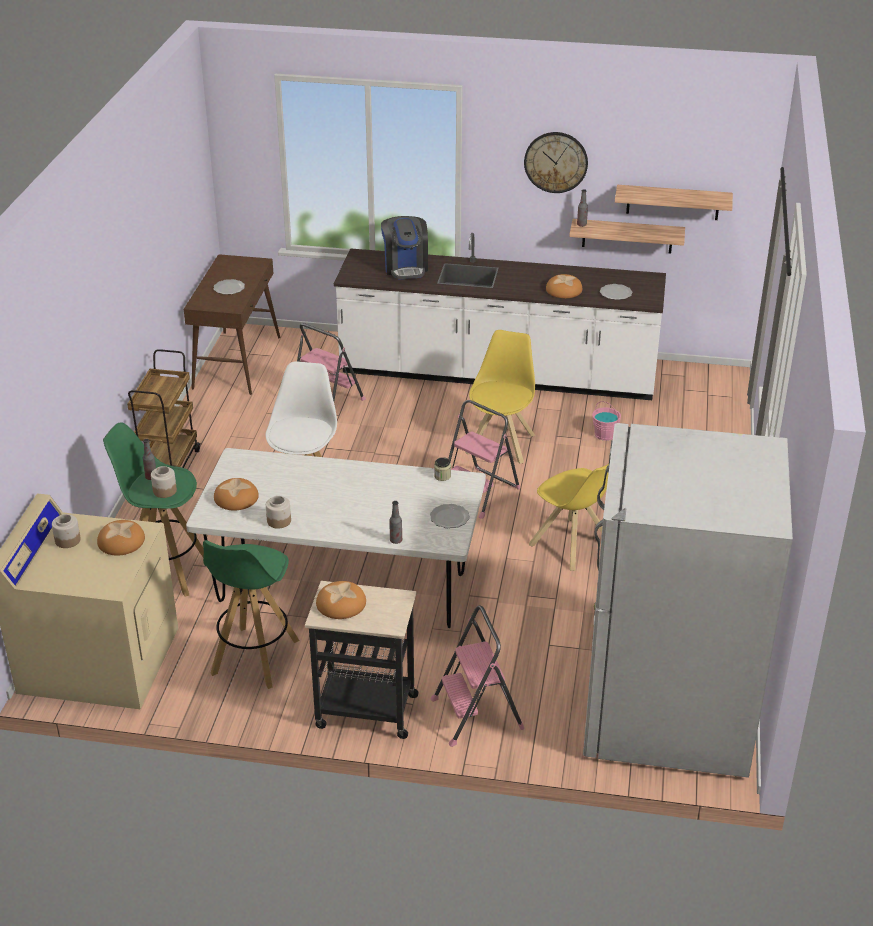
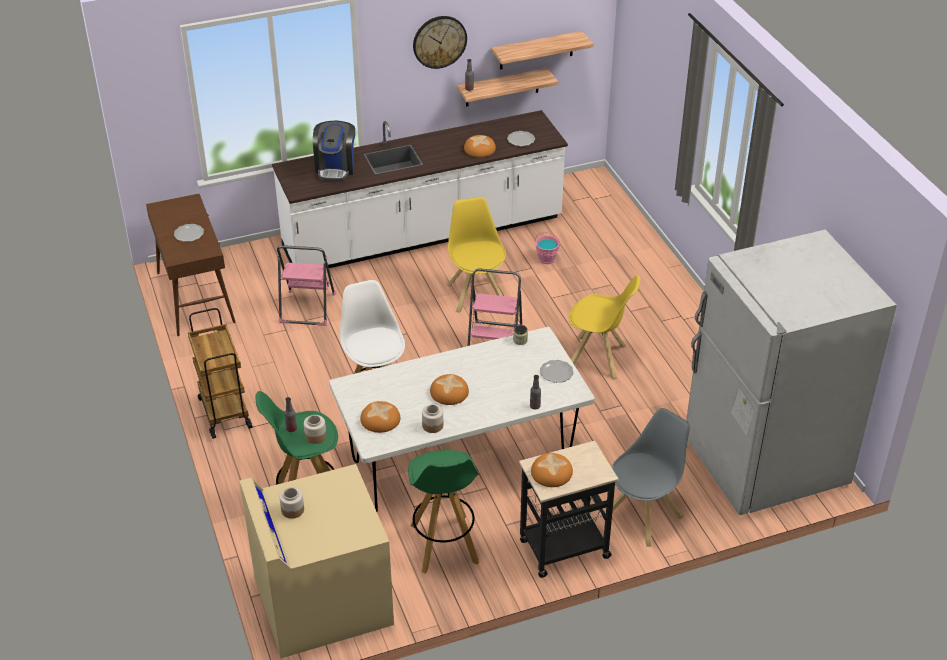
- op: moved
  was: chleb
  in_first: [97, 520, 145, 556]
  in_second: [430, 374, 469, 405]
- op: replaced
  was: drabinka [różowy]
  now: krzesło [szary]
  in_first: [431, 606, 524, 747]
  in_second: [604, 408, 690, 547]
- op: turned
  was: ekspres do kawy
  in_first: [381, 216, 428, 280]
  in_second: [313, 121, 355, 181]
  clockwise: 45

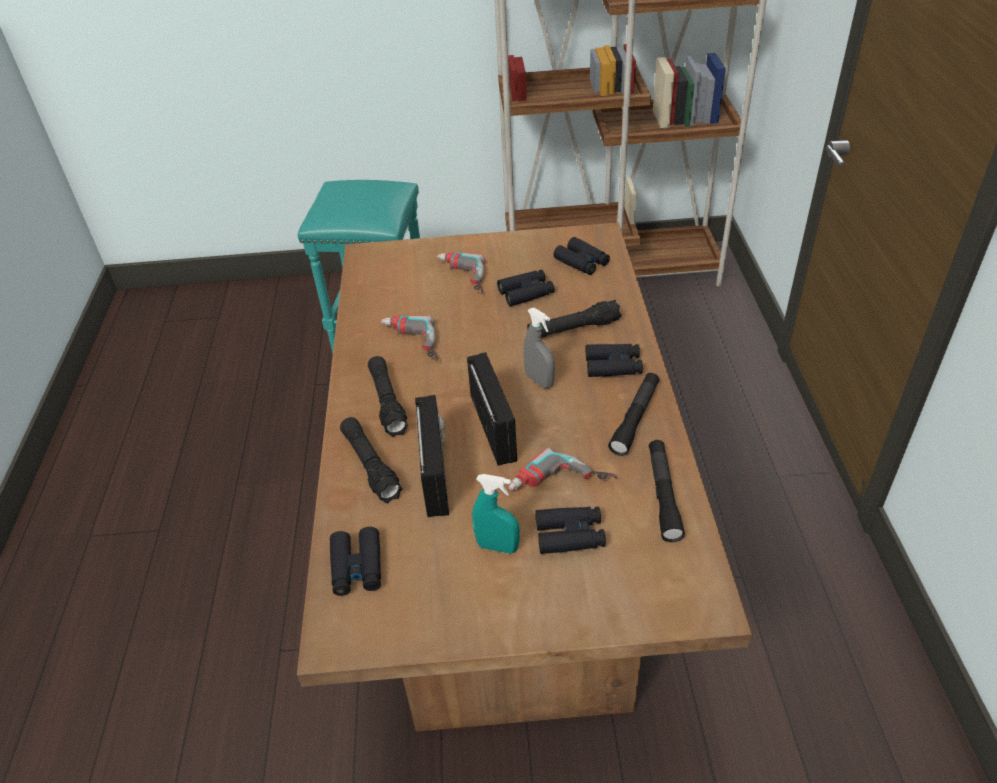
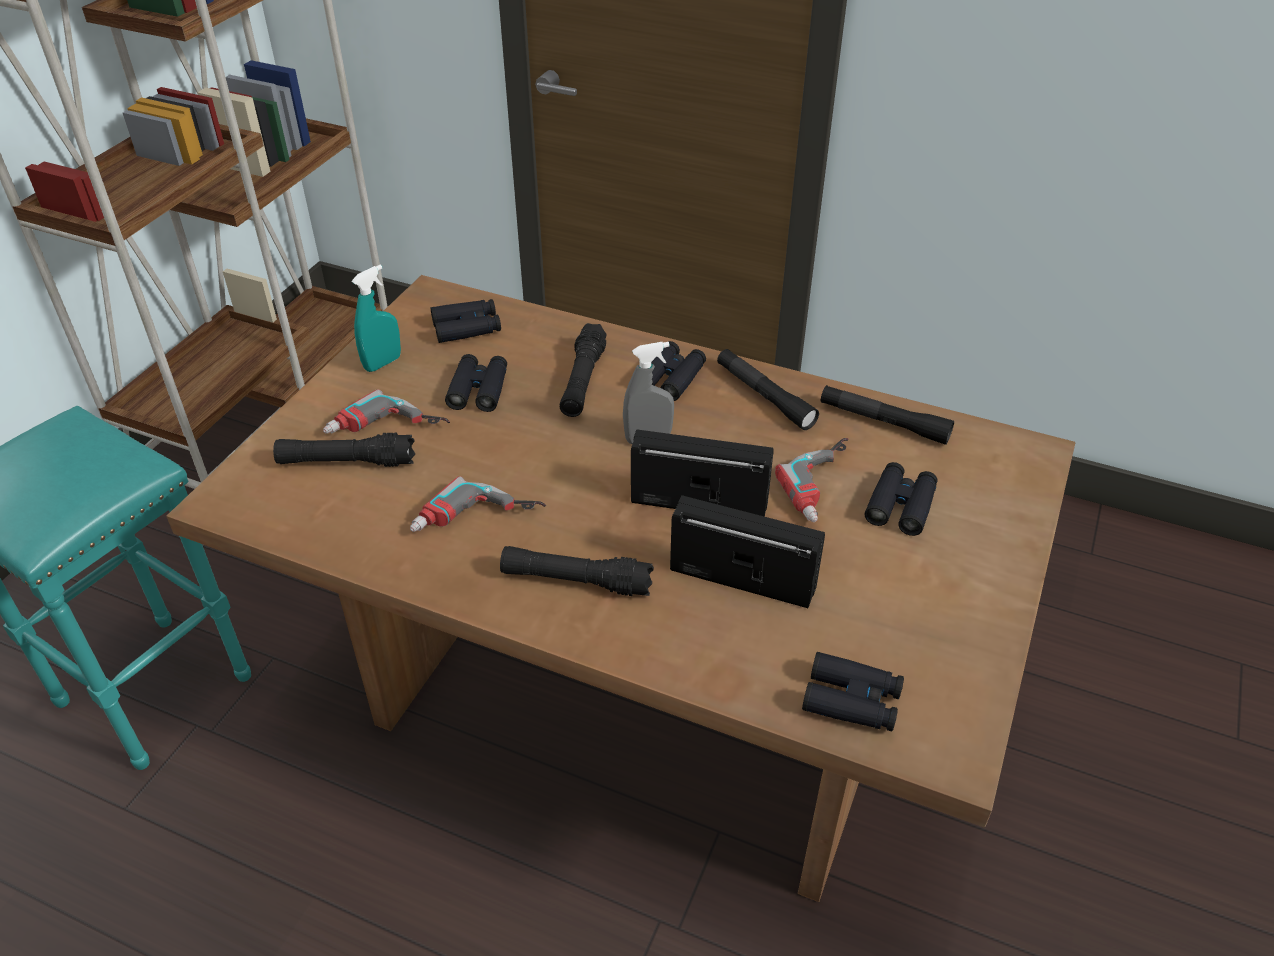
- op: moved
  was: latarka [czarny]
  in_first: [340, 417, 402, 503]
  in_second: [273, 433, 415, 467]
- op: moved
  was: spryskiwacz [turkusowy]
  in_first: [472, 474, 519, 554]
  in_second: [352, 265, 401, 372]

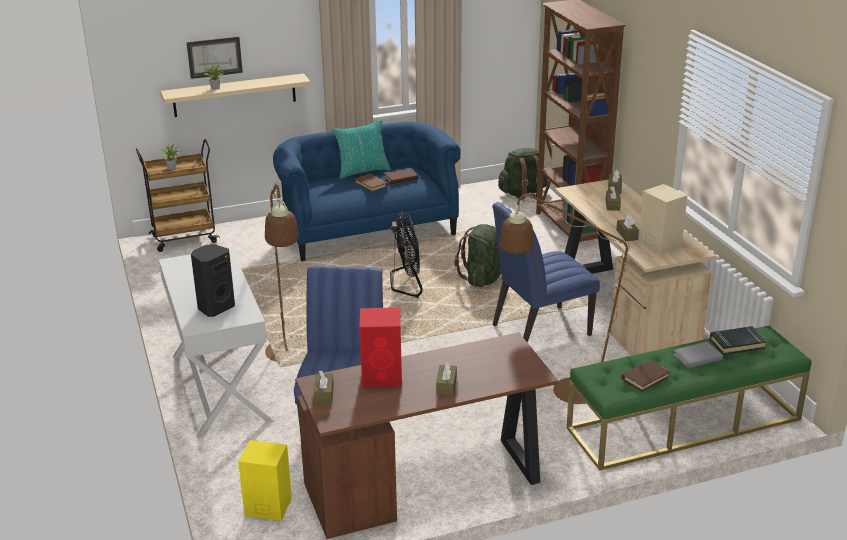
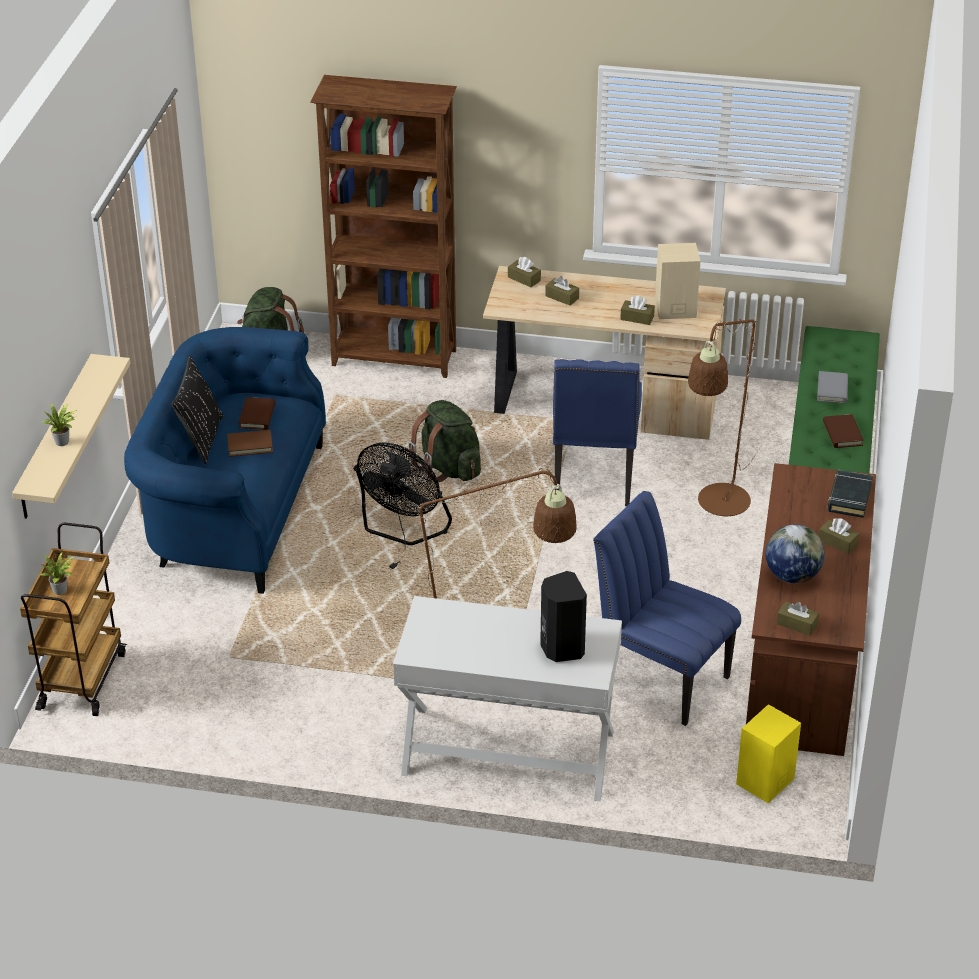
- op: removed
  was: obraz
  in_first: [187, 37, 243, 79]
- op: moved
  was: książka [czarny]
  in_first: [709, 326, 767, 355]
  in_second: [827, 470, 873, 518]
- op: replaced
  was: głośnik [czerwony]
  now: globus
  in_first: [359, 307, 402, 387]
  in_second: [766, 524, 825, 583]
- op: recoloured
  was: poduszka [turkusowy]
  now: poduszka [czarny]
  in_first: [332, 120, 391, 179]
  in_second: [171, 356, 223, 464]

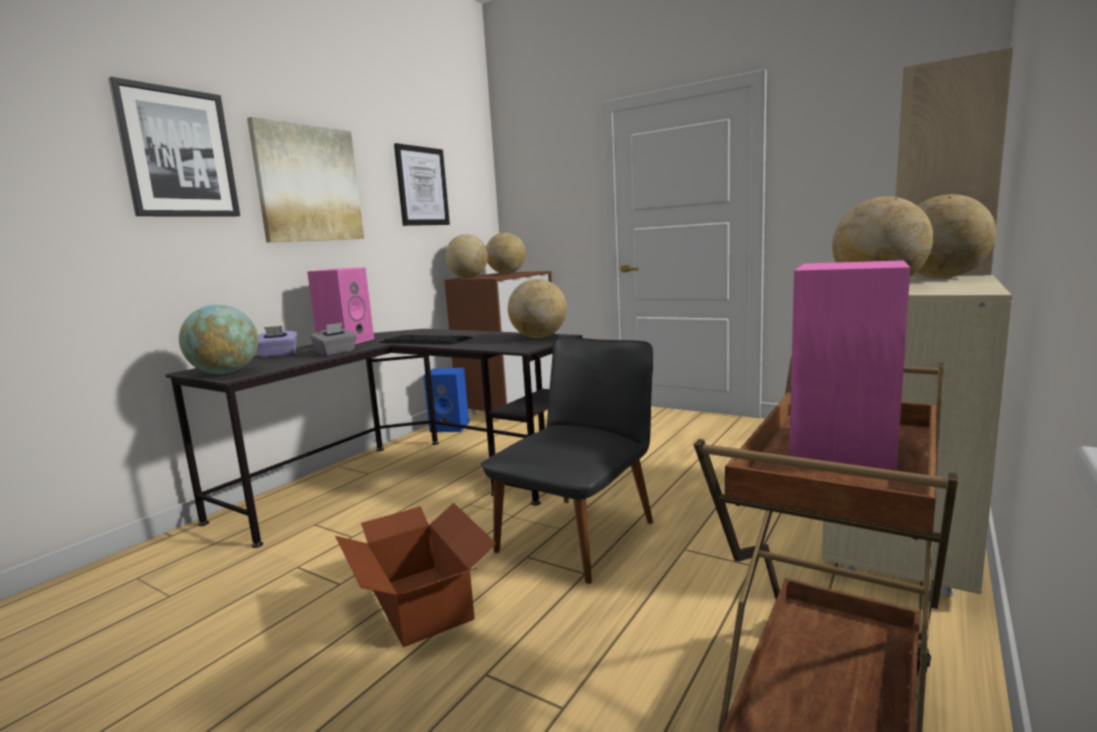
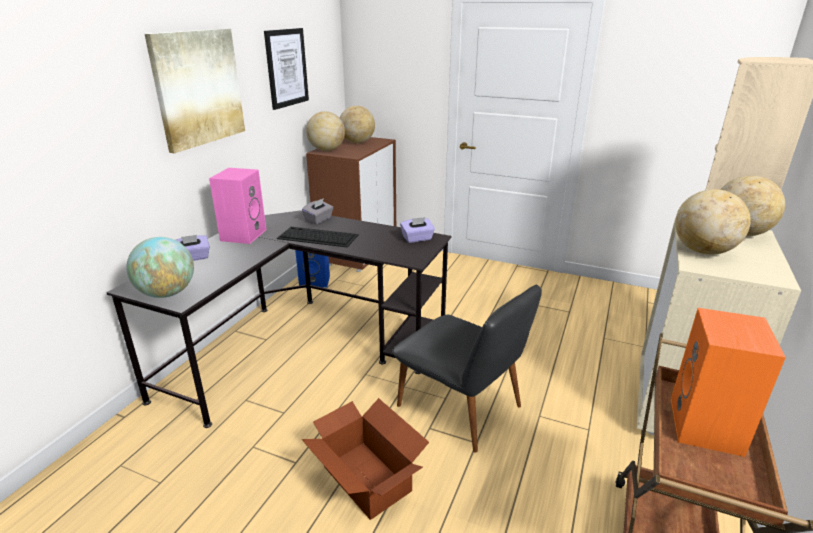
- op: removed
  was: obraz
  in_first: [108, 77, 240, 216]
- op: moved
  was: pudełko chusteczek [szary]
  in_first: [310, 322, 357, 356]
  in_second: [302, 198, 333, 224]
- op: replaced
  was: globus
  now: pudełko chusteczek [fioletowy]
  in_first: [508, 279, 567, 338]
  in_second: [400, 217, 435, 243]
- op: recoloured
  was: głośnik [różowy]
  now: głośnik [pomarańczowy]
  in_first: [789, 260, 910, 470]
  in_second: [671, 308, 786, 457]
- op: turned
  was: krzesło [czarny]
  in_first: [481, 337, 653, 584]
  in_second: [392, 284, 542, 453]
  clockwise: 105

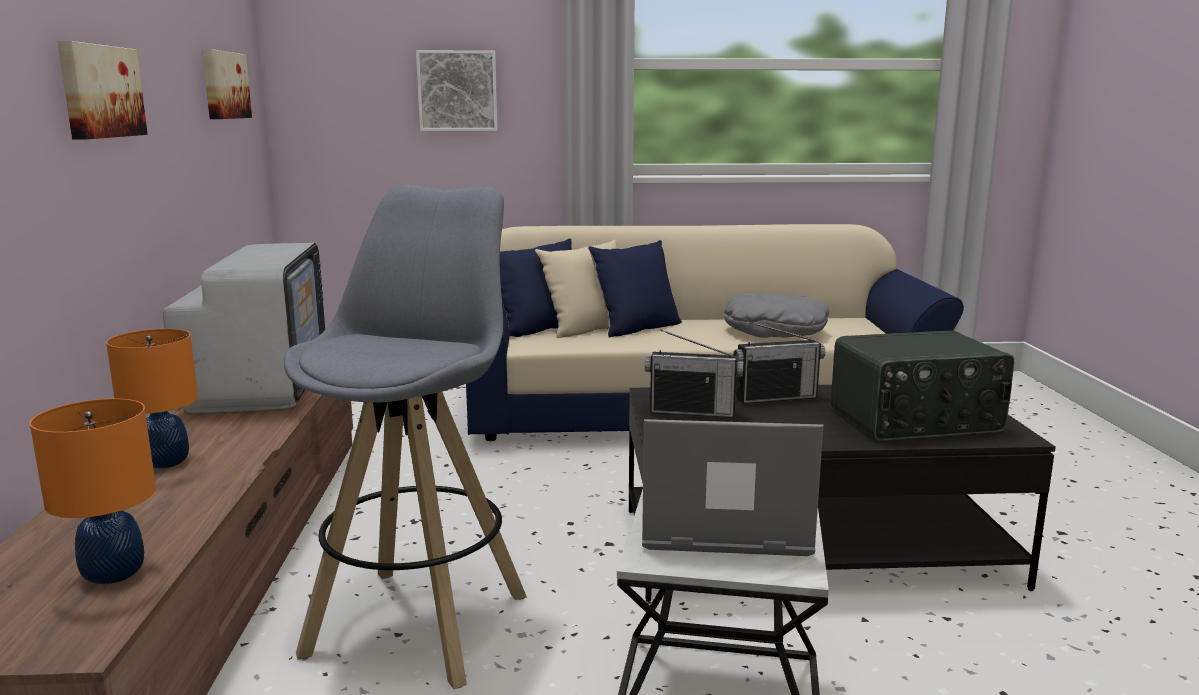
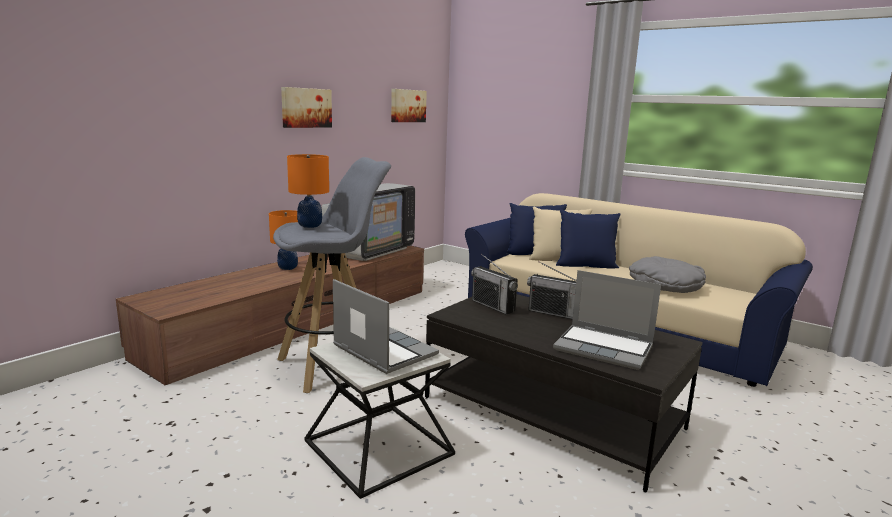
- op: removed
  was: obraz
  in_first: [416, 50, 498, 131]
- op: moved
  was: lampa stołowa [pomarańczowy]
  in_first: [30, 399, 156, 584]
  in_second: [287, 154, 329, 228]
- op: replaced
  was: radio
  now: laptop
  in_first: [831, 331, 1014, 441]
  in_second: [553, 270, 661, 370]

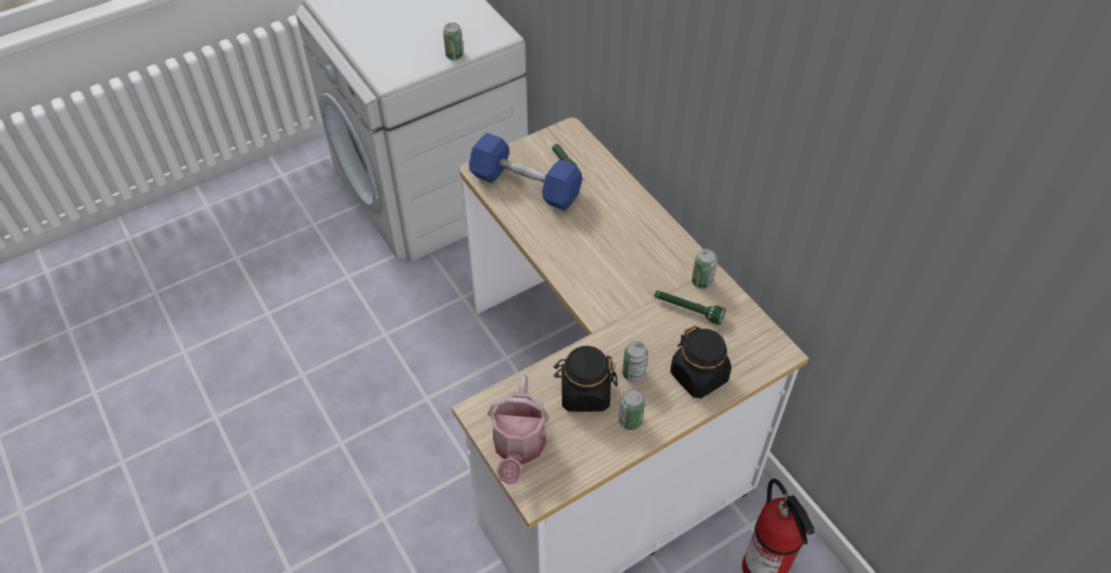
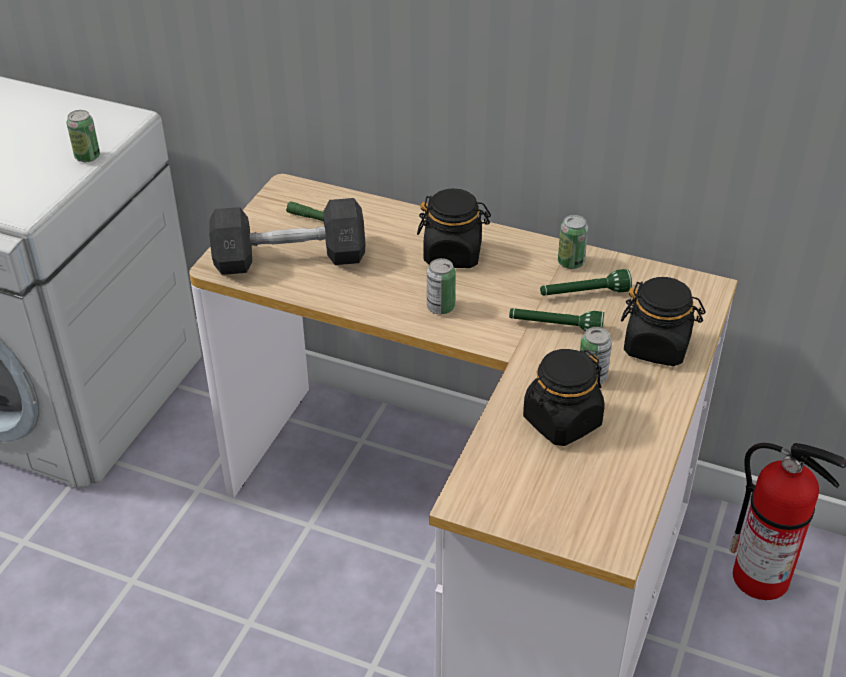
- op: removed
  was: konewka
  in_first: [487, 376, 549, 485]
- op: added
  now: słoik [czarny]
  in_second: [417, 188, 491, 268]
- op: added
  now: latarka [zielony]
  in_second: [509, 308, 604, 331]
- op: moved
  was: puszka
  in_first: [619, 389, 645, 430]
  in_second: [427, 258, 456, 314]
- op: recoloured
  was: hantel [niebieski]
  now: hantel [szary]
  in_first: [469, 133, 582, 211]
  in_second: [209, 198, 366, 275]

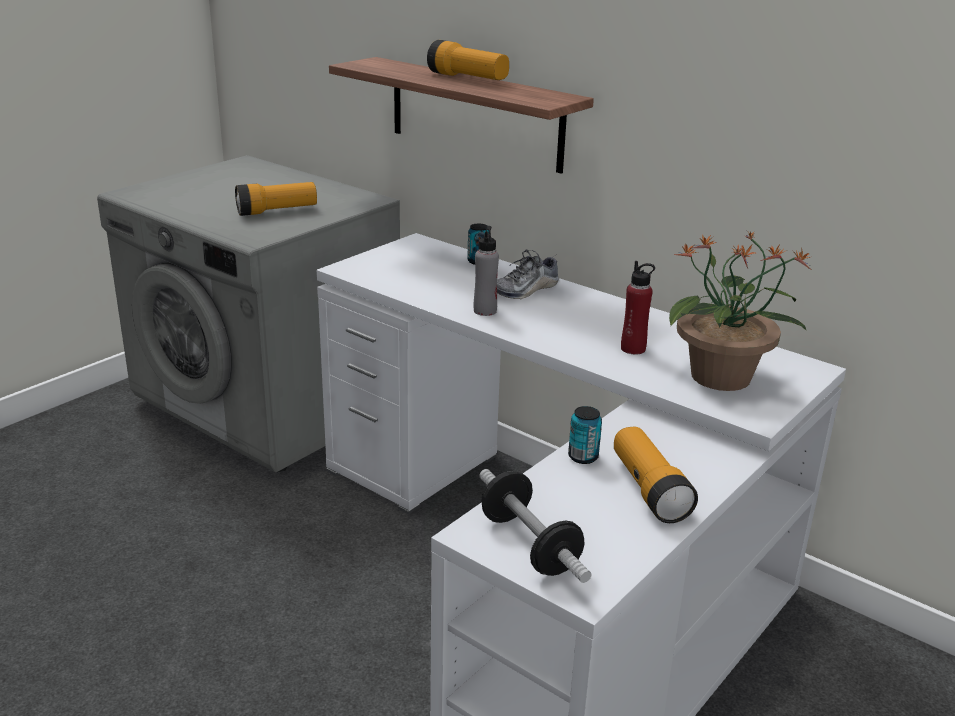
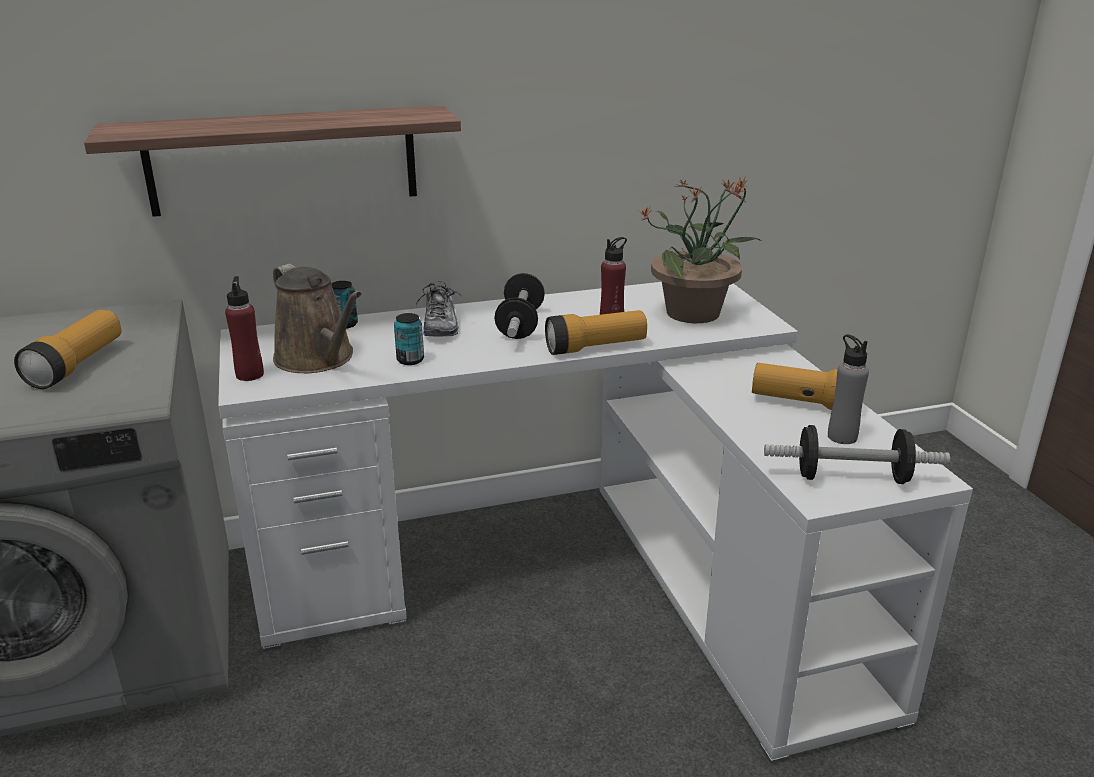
- op: added
  now: butelka [czerwony]
  in_second: [225, 276, 264, 381]
- op: added
  now: konewka [brązowy]
  in_second: [273, 264, 362, 373]
- op: added
  now: hantel
  in_second: [494, 273, 545, 339]
- op: moved
  was: latarka
  in_first: [427, 40, 509, 80]
  in_second: [545, 310, 647, 355]
- op: moved
  was: butelka [szary]
  in_first: [474, 226, 499, 316]
  in_second: [828, 334, 869, 444]
- op: moved
  was: puszka
  in_first: [568, 406, 602, 464]
  in_second: [394, 313, 424, 365]

